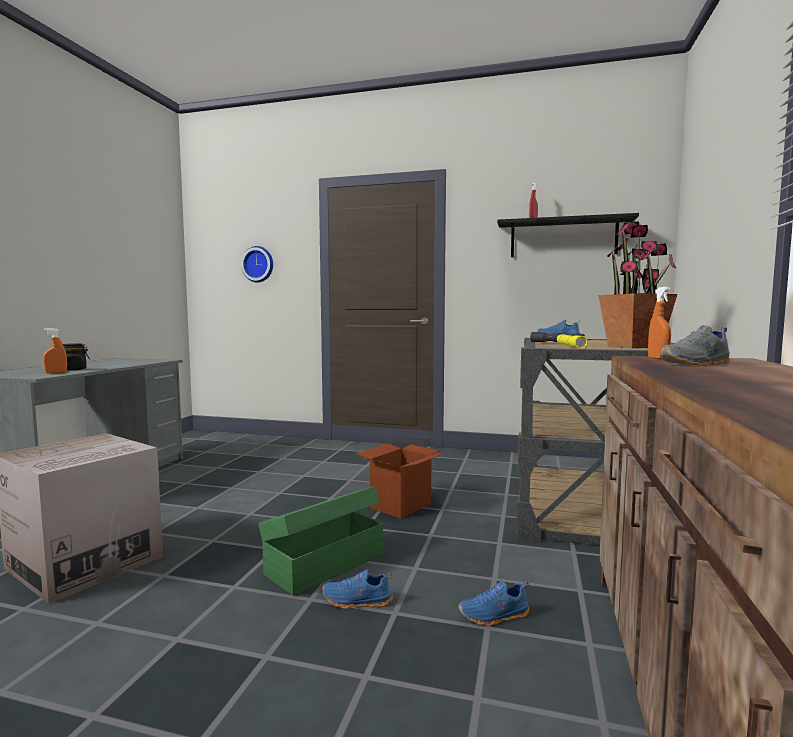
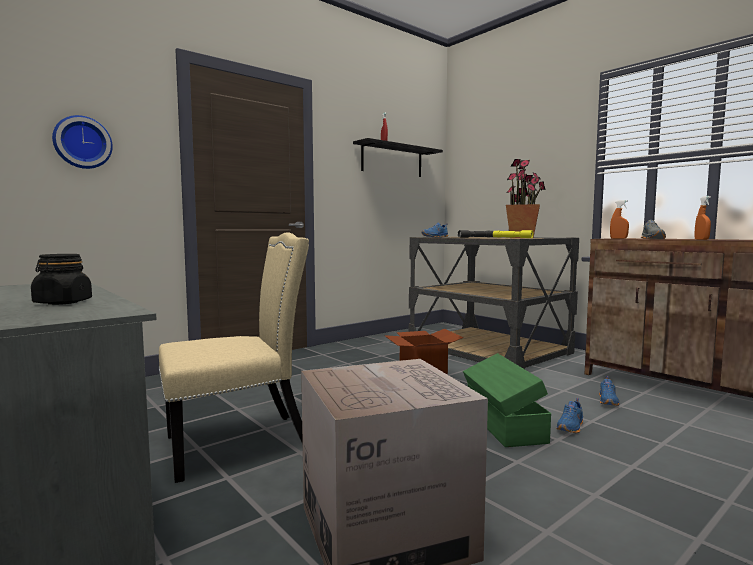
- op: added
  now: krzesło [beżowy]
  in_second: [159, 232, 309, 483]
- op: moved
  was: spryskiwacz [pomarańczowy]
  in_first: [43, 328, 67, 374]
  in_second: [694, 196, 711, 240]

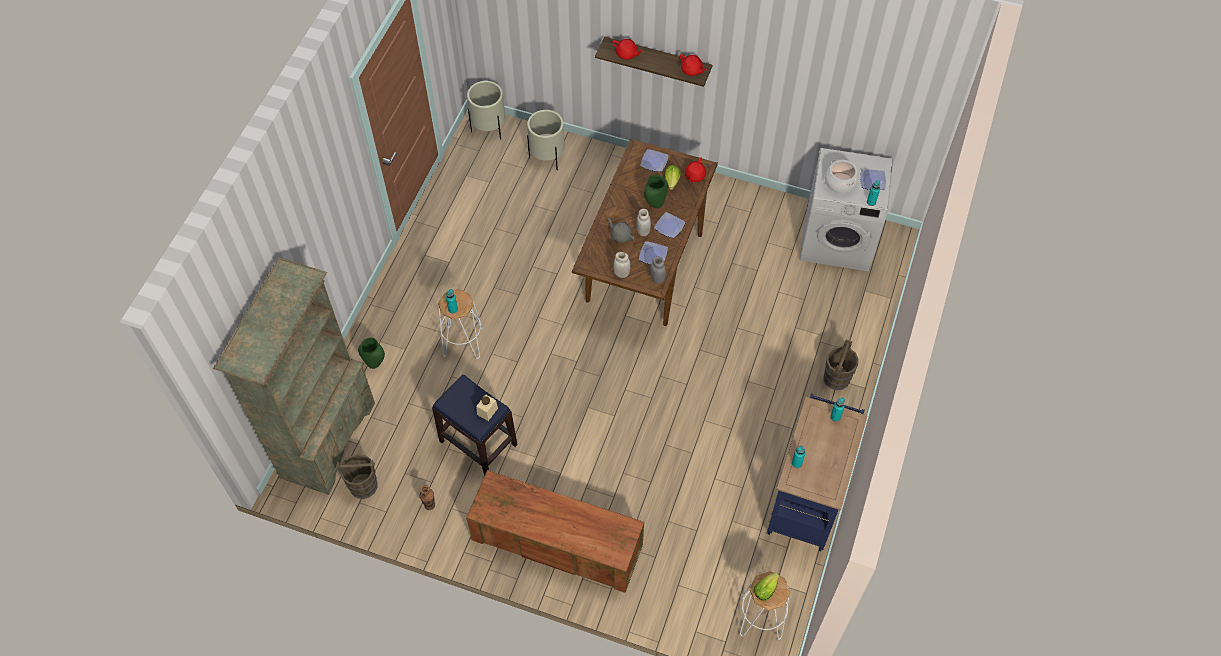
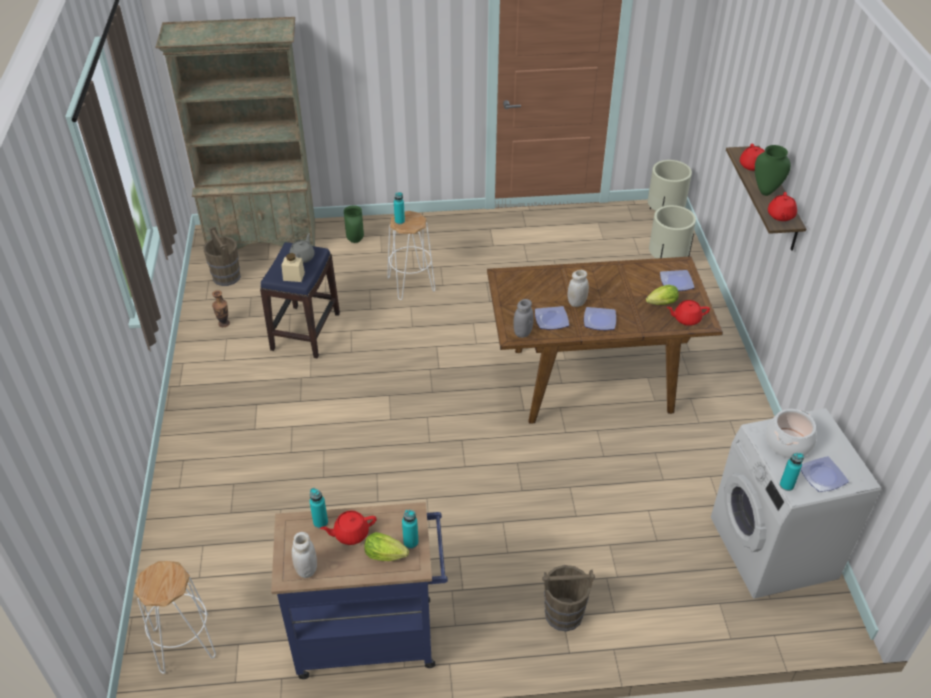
- op: removed
  was: ławka [brązowy]
  in_first: [466, 470, 644, 593]
- op: added
  now: imbryk [czerwony]
  in_second: [320, 511, 377, 545]
- op: moved
  was: imbryk [szary]
  in_first: [607, 218, 635, 243]
  in_second: [289, 233, 315, 263]
- op: moved
  was: słoik [biały]
  in_first: [613, 252, 630, 278]
  in_second: [292, 532, 317, 578]
- op: moved
  was: wazon [zielony]
  in_first: [644, 175, 668, 208]
  in_second: [755, 145, 791, 196]
- op: moved
  was: sałata
  in_first: [754, 573, 779, 601]
  in_second: [364, 532, 409, 561]

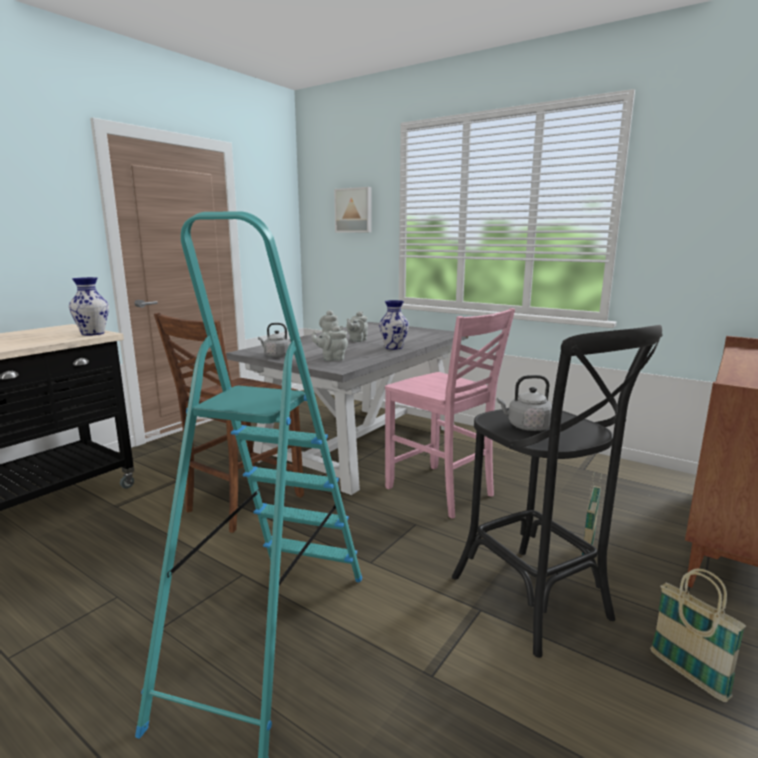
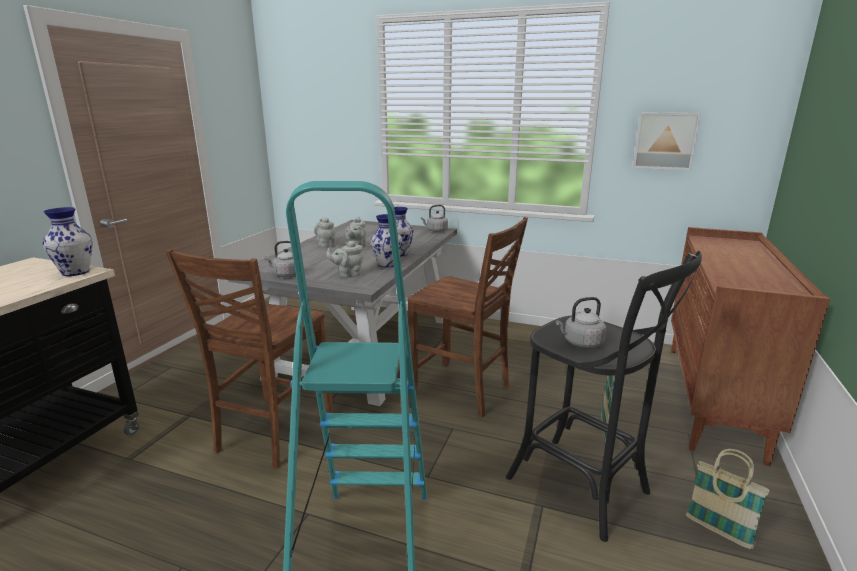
- op: added
  now: wazon
  in_second: [371, 214, 403, 268]
- op: added
  now: czajnik [szary]
  in_second: [421, 205, 448, 232]
- op: moved
  was: obraz
  in_first: [334, 187, 372, 233]
  in_second: [633, 112, 701, 170]
- op: recoloured
  was: krzesło [różowy]
  now: krzesło [brązowy]
  in_first: [385, 308, 515, 519]
  in_second: [408, 217, 528, 417]

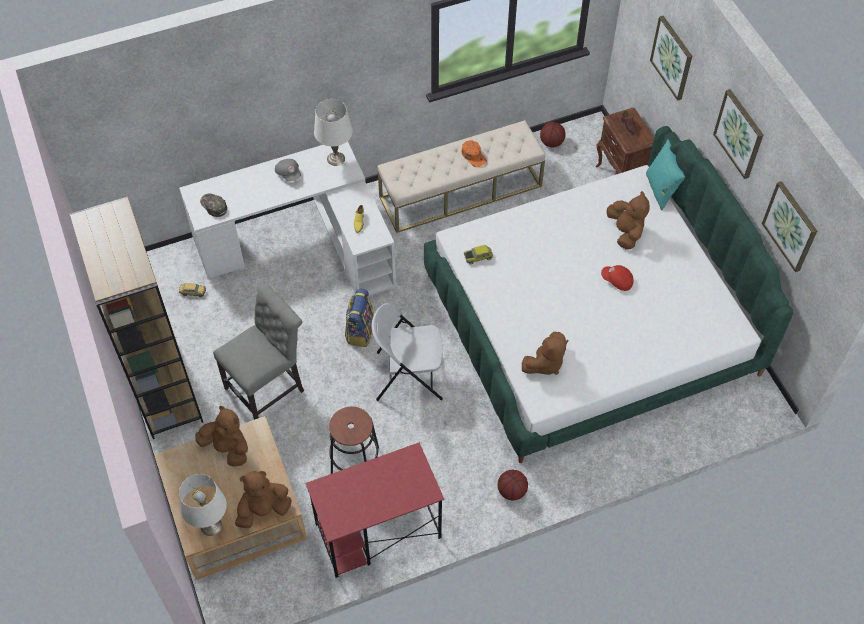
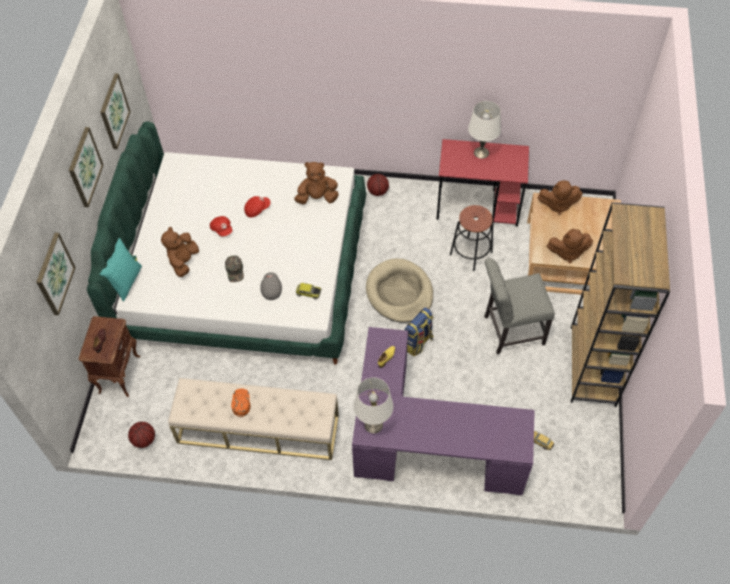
- op: added
  now: czapka z daszkiem [czerwony]
  in_second: [244, 196, 271, 218]
- op: moved
  was: lampa stołowa [biały]
  in_first: [179, 474, 227, 536]
  in_second: [468, 101, 501, 159]
- op: moved
  was: czapka z daszkiem [zielony]
  in_first: [200, 194, 227, 217]
  in_second: [225, 255, 244, 282]
- op: moved
  was: czapka z daszkiem [szary]
  in_first: [275, 159, 301, 181]
  in_second: [260, 272, 282, 300]
- op: replaced
  was: krzesło [biały]
  now: legowisko [beżowy]
  in_first: [372, 303, 443, 401]
  in_second: [366, 259, 433, 322]
- op: recoloured
  was: biurko [biały]
  now: biurko [fioletowy]
  in_first: [179, 141, 396, 296]
  in_second: [352, 327, 535, 495]
- op: turned
  was: pluszak [brązowy]
  in_first: [195, 406, 248, 467]
  in_second: [547, 229, 593, 263]
  clockwise: -60

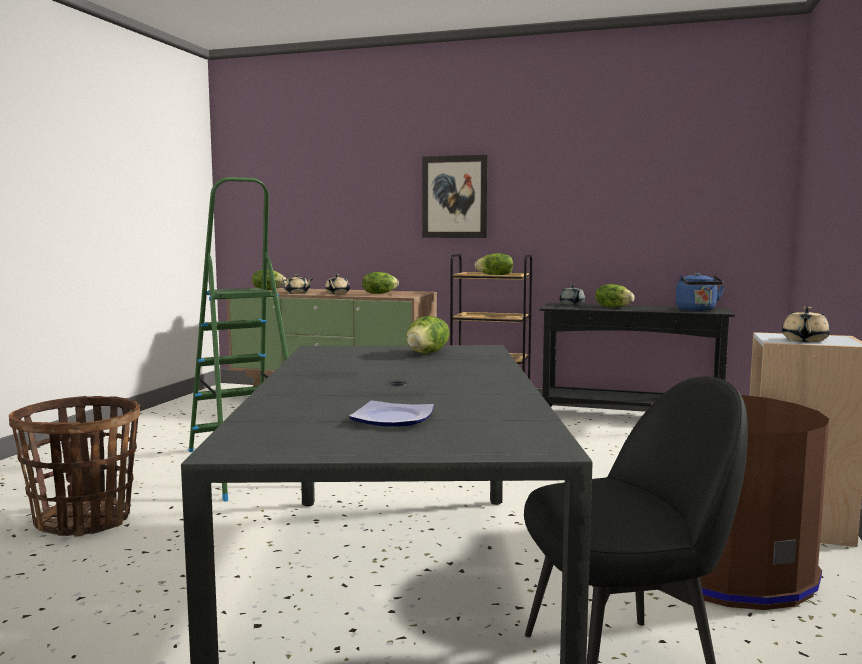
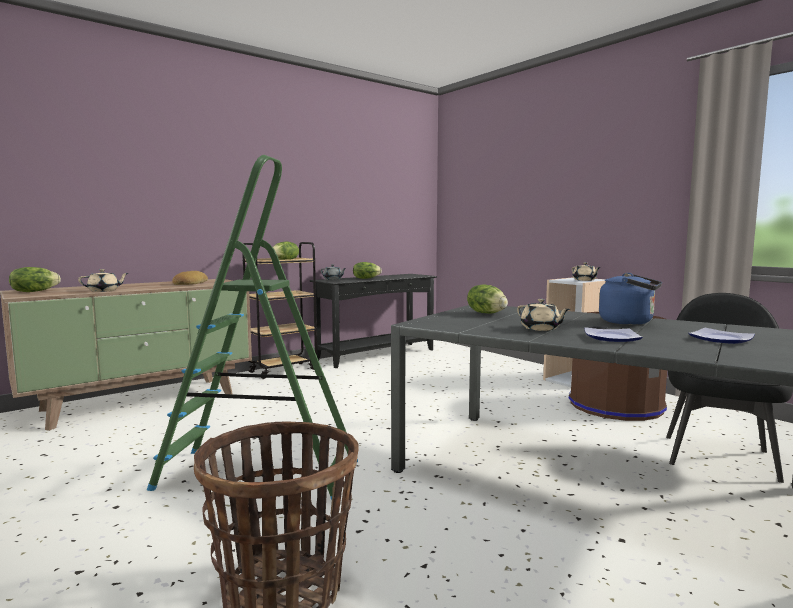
- op: removed
  was: obraz
  in_first: [422, 155, 488, 238]
- op: added
  now: talerz
  in_second: [584, 327, 643, 342]
- op: moved
  was: imbryk [beżowy]
  in_first: [325, 274, 350, 294]
  in_second: [517, 299, 570, 331]
- op: moved
  was: czajnik [niebieski]
  in_first: [676, 272, 724, 311]
  in_second: [599, 273, 662, 325]
- op: replaced
  was: sałata
  now: chleb
  in_first: [362, 272, 399, 294]
  in_second: [172, 271, 208, 285]

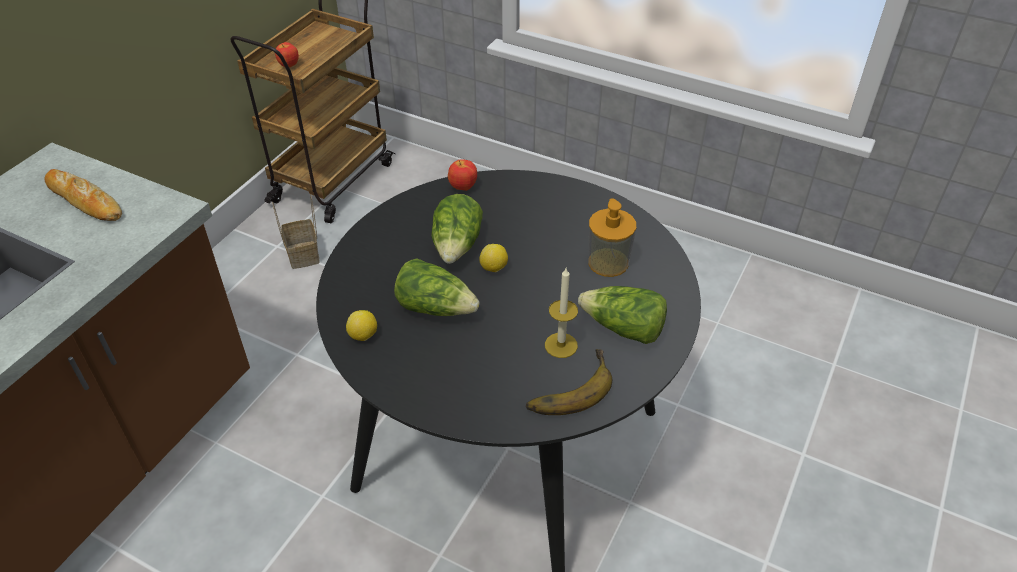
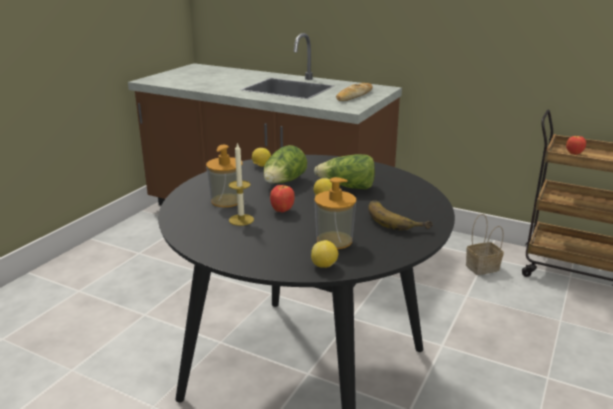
- op: removed
  was: sałata
  in_first: [578, 286, 667, 344]
- op: added
  now: dozownik mydła
  in_second: [206, 145, 243, 207]
- op: added
  now: cytryna
  in_second: [311, 240, 338, 268]
- op: moved
  was: jabłko
  in_first: [448, 160, 477, 191]
  in_second: [270, 185, 295, 213]
- op: moved
  was: banan
  in_first: [526, 349, 612, 415]
  in_second: [368, 200, 433, 230]

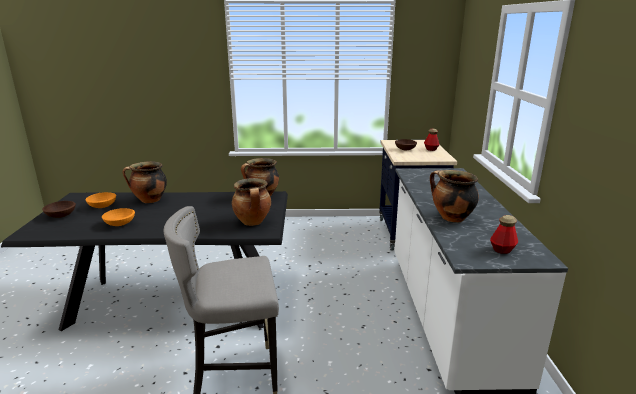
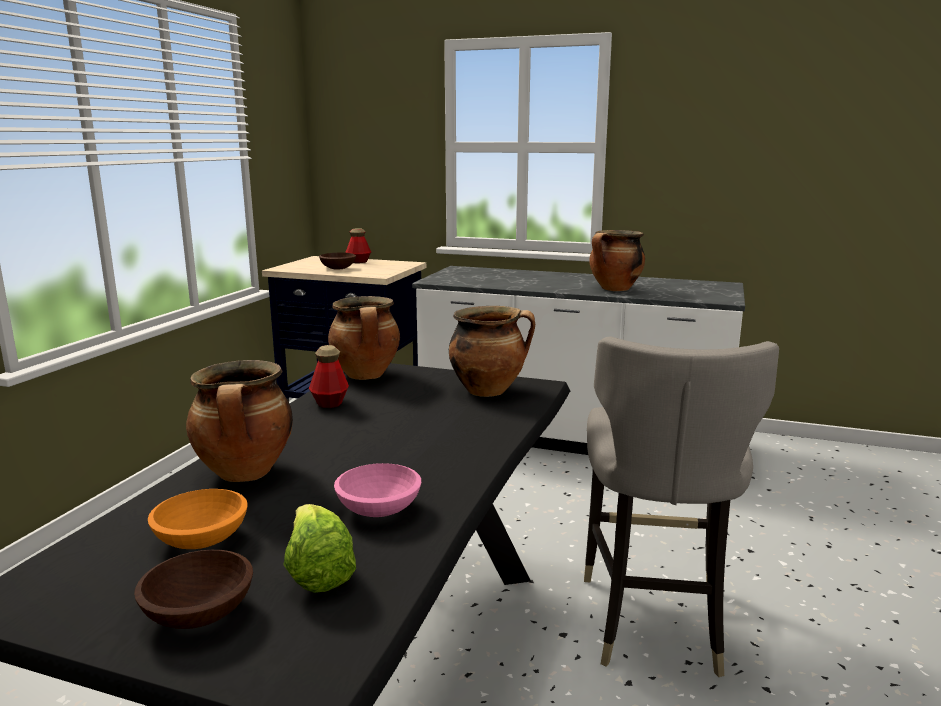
- op: added
  now: sałata
  in_second: [283, 504, 356, 593]
- op: moved
  was: butelka
  in_first: [490, 215, 518, 254]
  in_second: [309, 345, 349, 408]
- op: recoloured
  was: miska [pomarańczowy]
  now: miska [różowy]
  in_first: [102, 208, 135, 226]
  in_second: [334, 463, 421, 517]

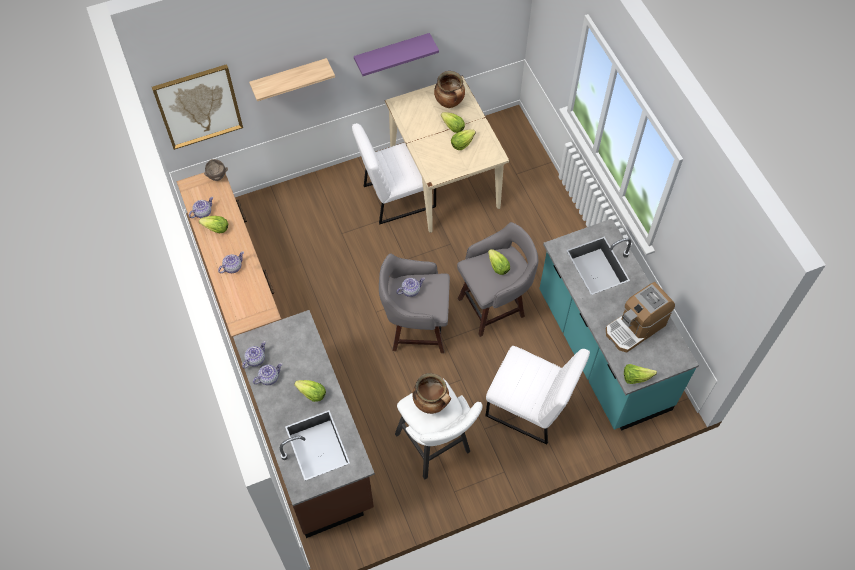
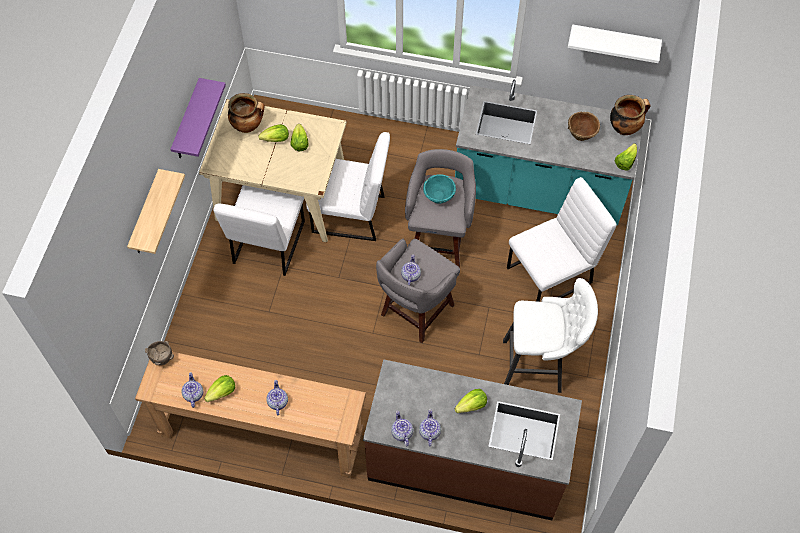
- op: removed
  was: obraz
  in_first: [152, 64, 243, 150]
- op: added
  now: krzesło [biały]
  in_second: [307, 132, 390, 241]
- op: added
  now: półka [biały]
  in_second: [568, 24, 662, 63]
- op: moved
  was: garnek
  in_first: [412, 373, 451, 414]
  in_second: [610, 95, 651, 135]
- op: replaced
  was: sałata
  now: miska [turkusowy]
  in_first: [488, 249, 510, 275]
  in_second: [423, 174, 456, 204]
- op: replaced
  was: ekspres do kawy
  now: miska [brązowy]
  in_first: [606, 282, 675, 352]
  in_second: [568, 112, 600, 141]

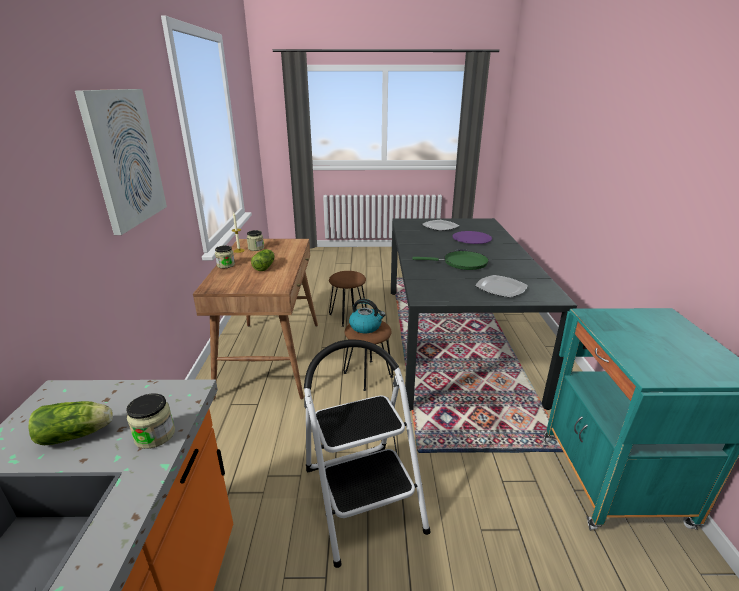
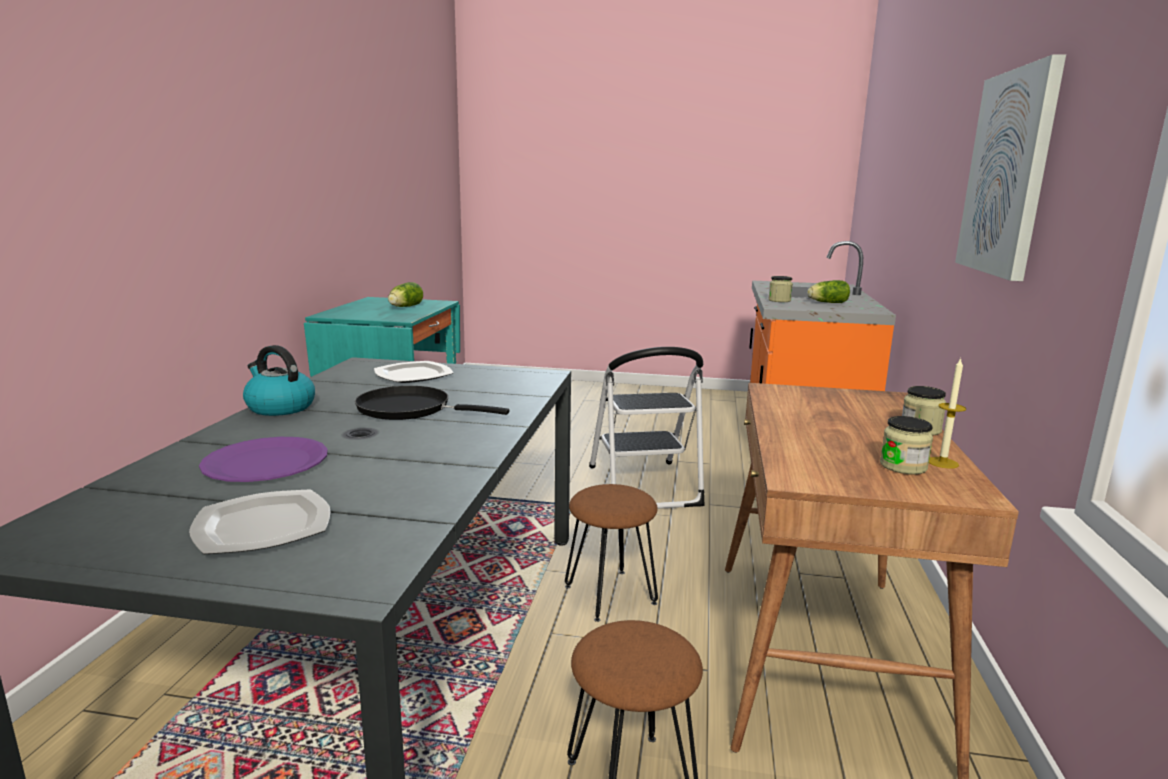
- op: moved
  was: sałata
  in_first: [251, 249, 275, 271]
  in_second: [388, 282, 423, 307]
- op: moved
  was: czajnik
  in_first: [349, 299, 386, 333]
  in_second: [243, 345, 315, 416]
- op: recoloured
  was: patelnia [zielony]
  now: patelnia [czarny]
  in_first: [412, 251, 489, 270]
  in_second: [355, 386, 509, 420]

